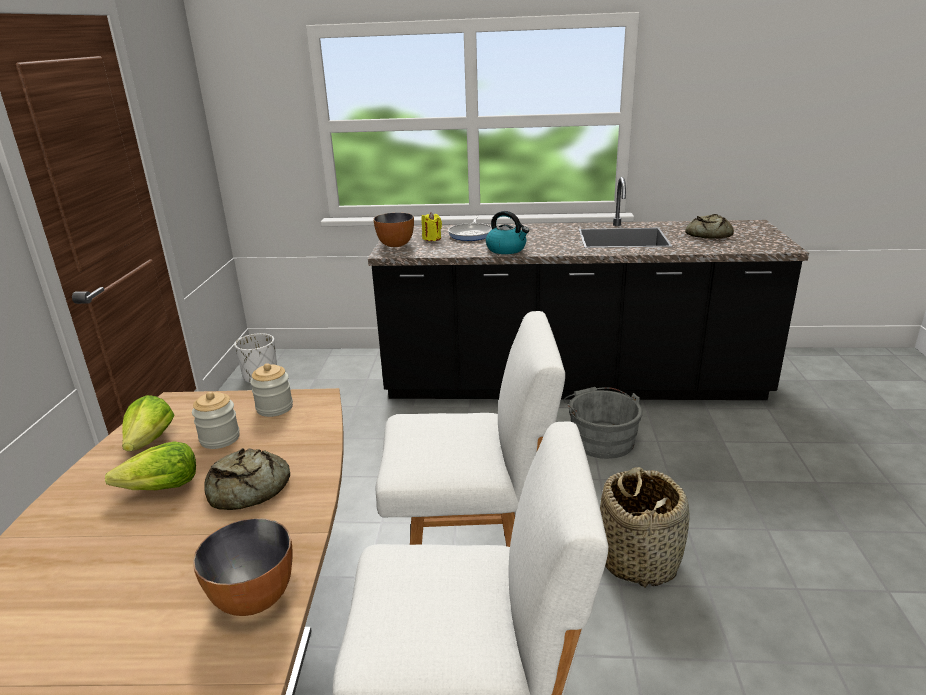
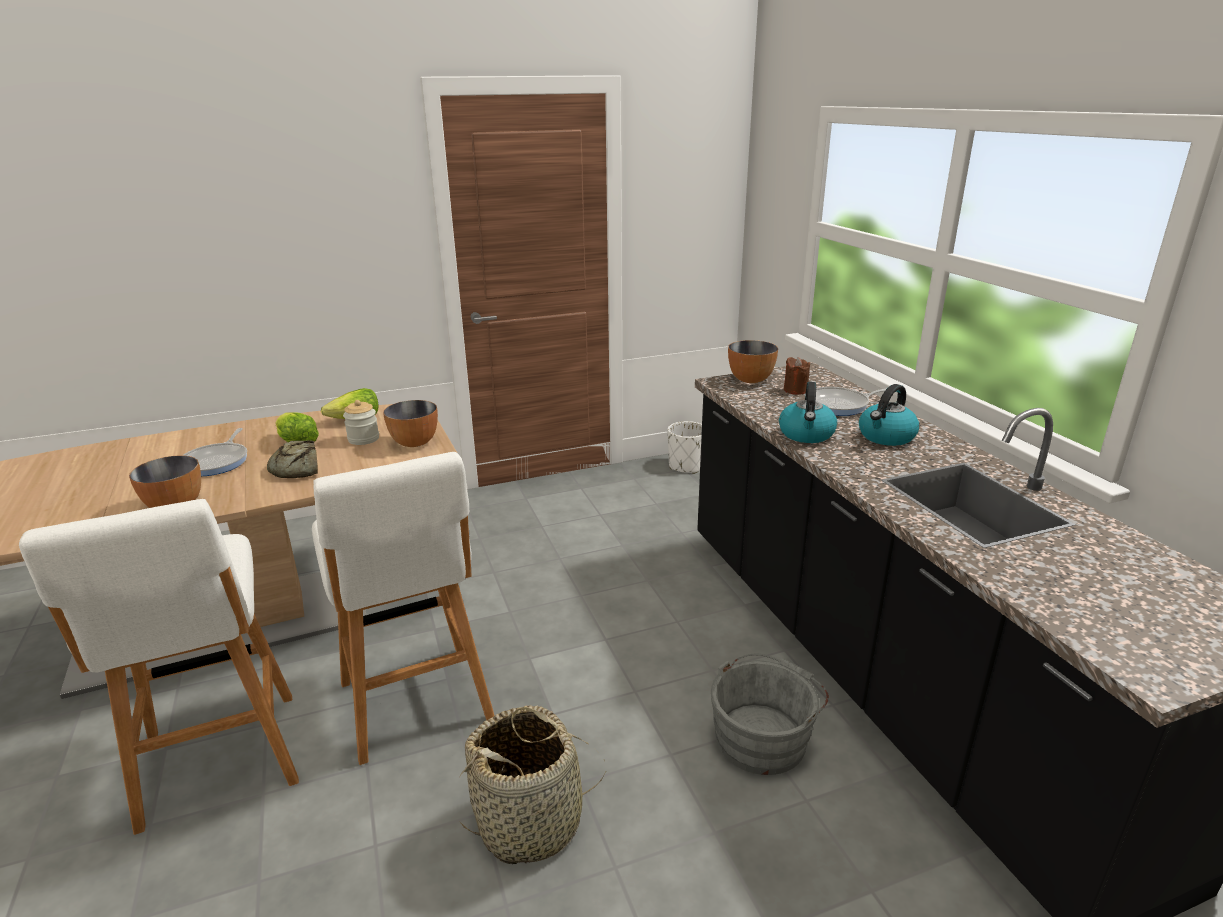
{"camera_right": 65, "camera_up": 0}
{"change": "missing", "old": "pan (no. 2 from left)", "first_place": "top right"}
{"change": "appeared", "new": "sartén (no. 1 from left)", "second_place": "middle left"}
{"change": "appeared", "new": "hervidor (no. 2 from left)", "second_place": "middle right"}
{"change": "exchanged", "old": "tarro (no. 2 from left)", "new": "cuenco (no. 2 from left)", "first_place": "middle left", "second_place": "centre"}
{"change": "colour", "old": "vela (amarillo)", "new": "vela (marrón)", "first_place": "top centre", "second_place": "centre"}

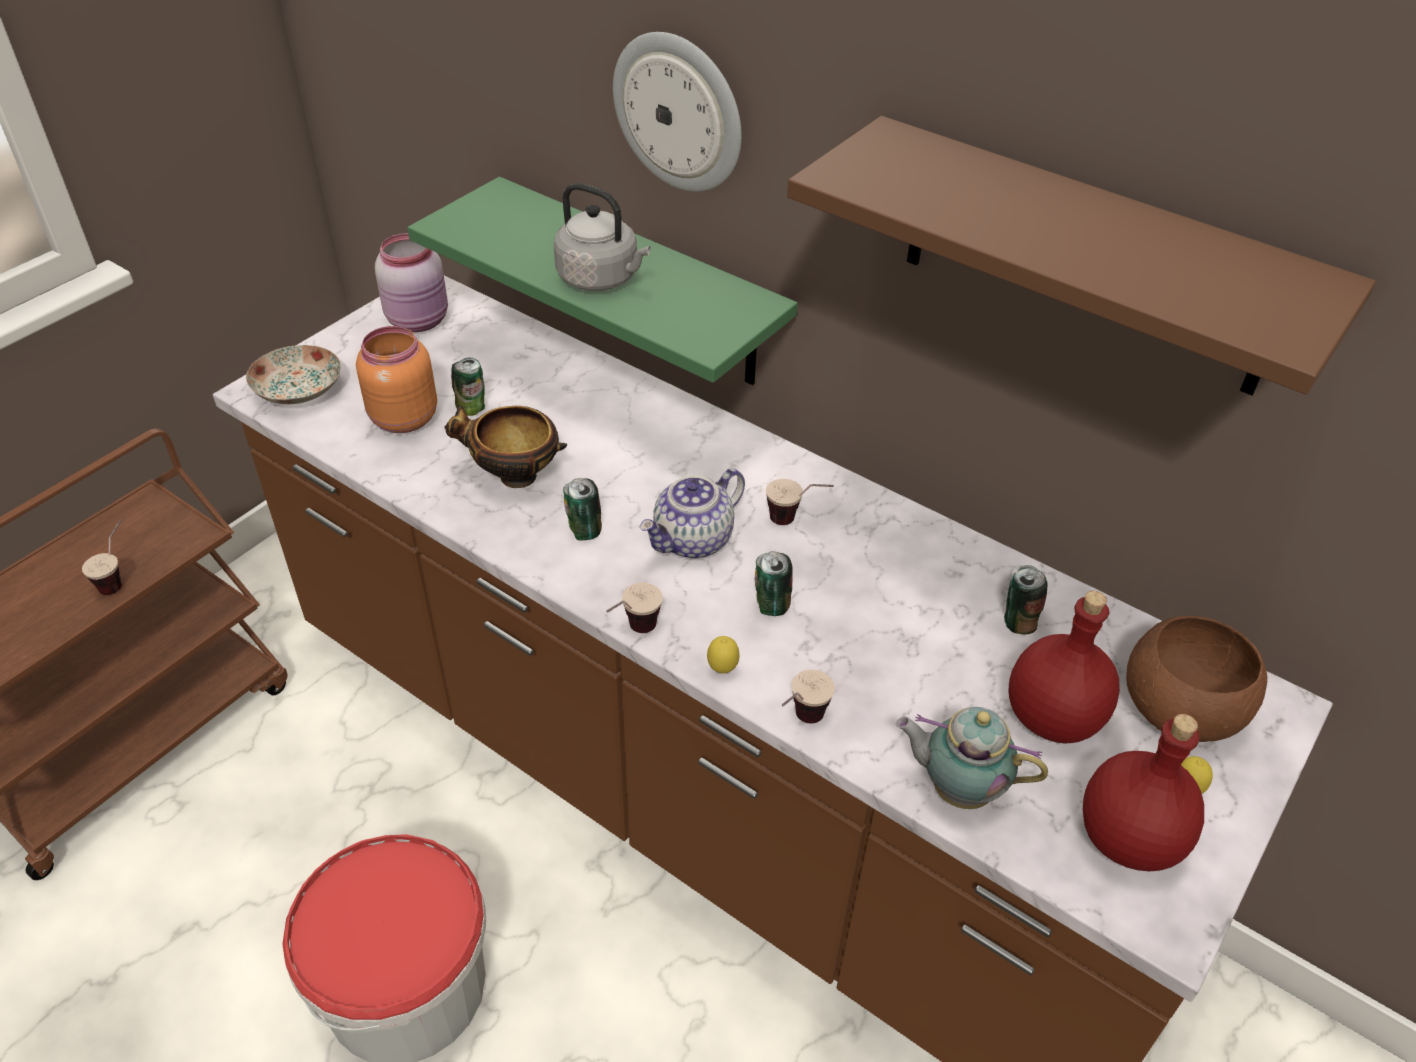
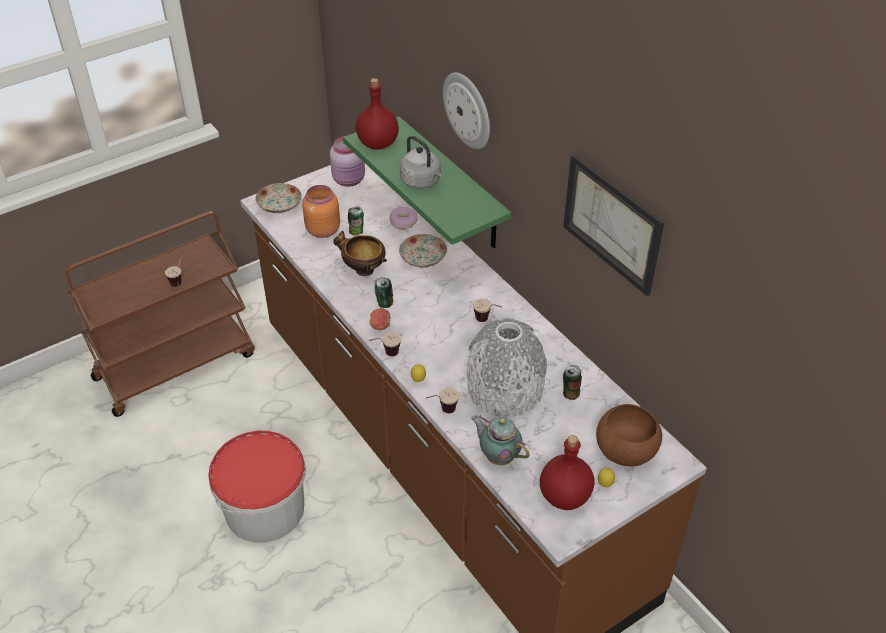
{"camera_right": 20, "camera_up": 0}
{"change": "missing", "old": "tetera (no. 1 from left)", "first_place": "centre"}
{"change": "missing", "old": "lata (no. 3 from left)", "first_place": "centre"}
{"change": "appeared", "new": "manzana", "second_place": "centre"}
{"change": "appeared", "new": "rosquilla", "second_place": "centre"}
{"change": "appeared", "new": "plato (no. 2 from left)", "second_place": "centre"}
{"change": "appeared", "new": "florero (gris)", "second_place": "centre"}
{"change": "relocated", "old": "botella (rojo) (no. 1 from left)", "first_place": "middle right", "second_place": "top centre"}
{"change": "exchanged", "old": "estante (marrón)", "new": "cuadro", "first_place": "top right", "second_place": "middle right"}

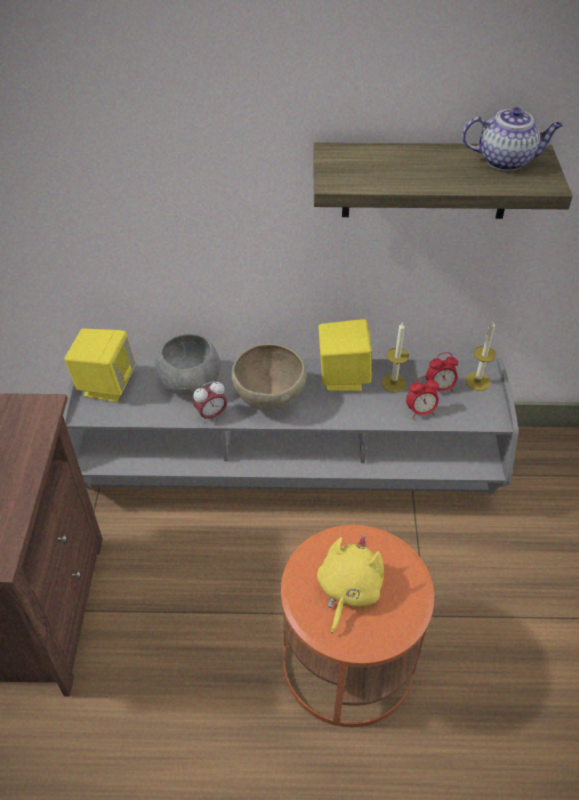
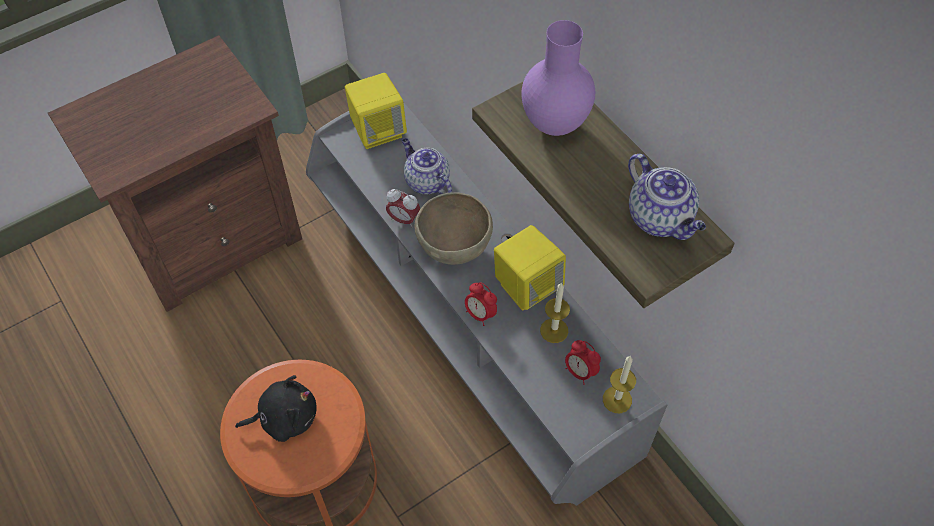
{"camera_right": 55, "camera_up": 10}
{"change": "appeared", "new": "florero (morado)", "second_place": "top centre"}
{"change": "relocated", "old": "despertador (no. 2 from left)", "first_place": "middle right", "second_place": "centre"}
{"change": "exchanged", "old": "cuenco (gris)", "new": "tetera (no. 1 from left)", "first_place": "middle left", "second_place": "top centre"}
{"change": "colour", "old": "peluche (amarillo)", "new": "peluche (negro)", "first_place": "bottom centre", "second_place": "bottom left"}

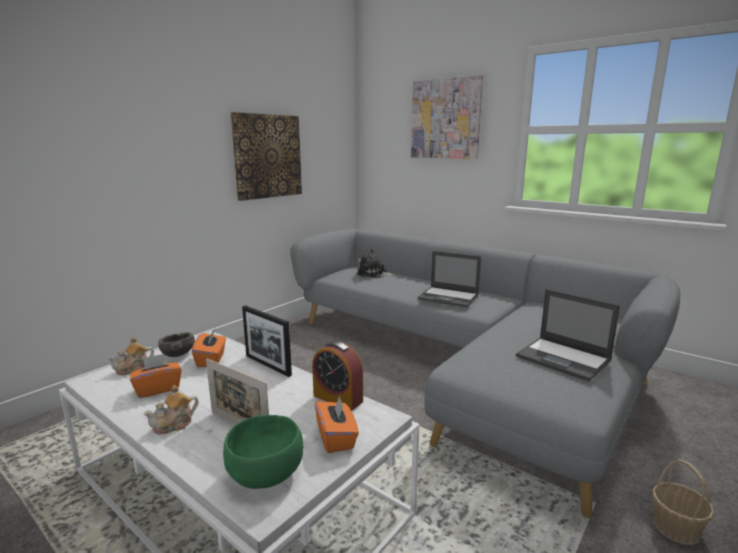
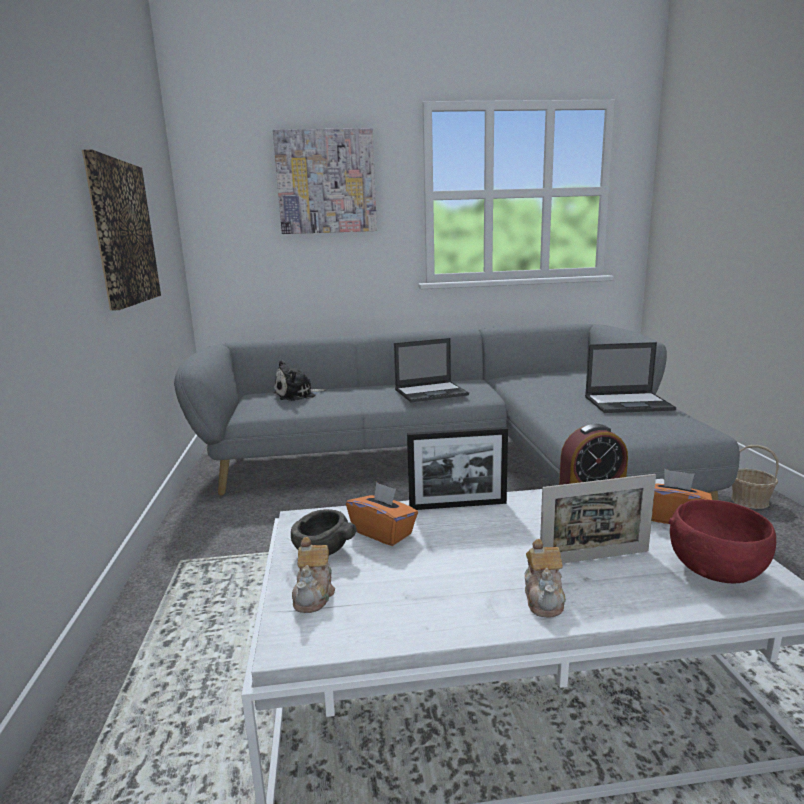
{"camera_right": -45, "camera_up": 0}
{"change": "missing", "old": "caja de pañuelos (naranja) (no. 1 from left)", "first_place": "bottom left"}
{"change": "colour", "old": "cuenco (verde)", "new": "cuenco (rojo)", "first_place": "bottom centre", "second_place": "bottom right"}

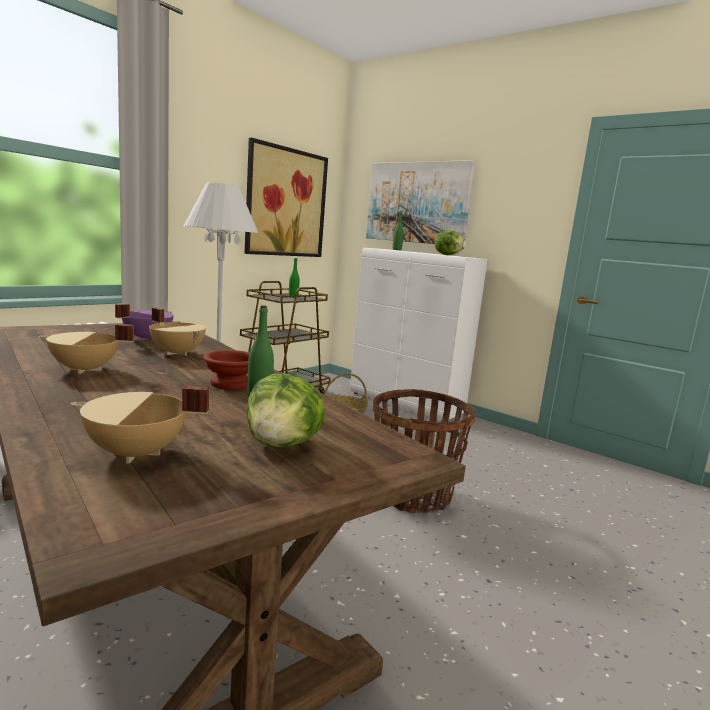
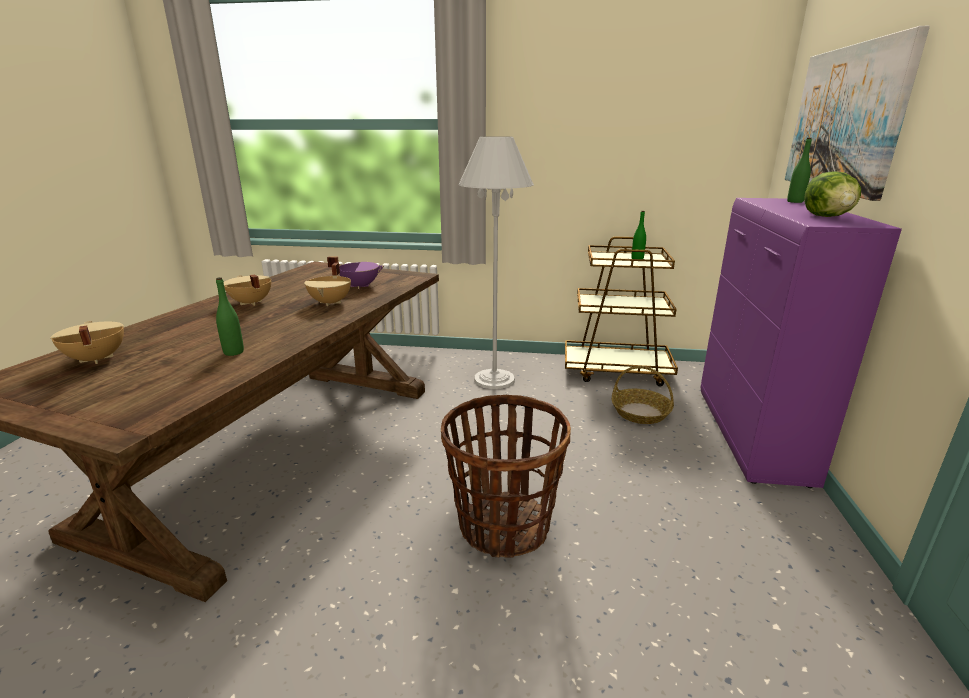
{"camera_right": 60, "camera_up": 10}
{"change": "missing", "old": "cuenco (marrón)", "first_place": "middle left"}
{"change": "missing", "old": "cuadro (no. 1 from left)", "first_place": "top centre"}
{"change": "missing", "old": "lechuga (no. 1 from left)", "first_place": "centre"}
{"change": "colour", "old": "armario (blanco)", "new": "armario (morado)", "first_place": "centre", "second_place": "middle right"}

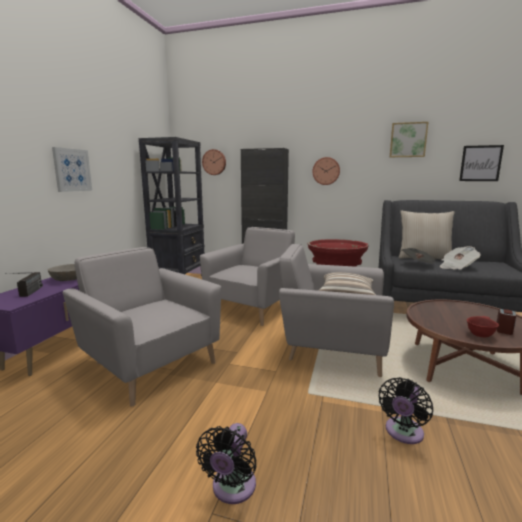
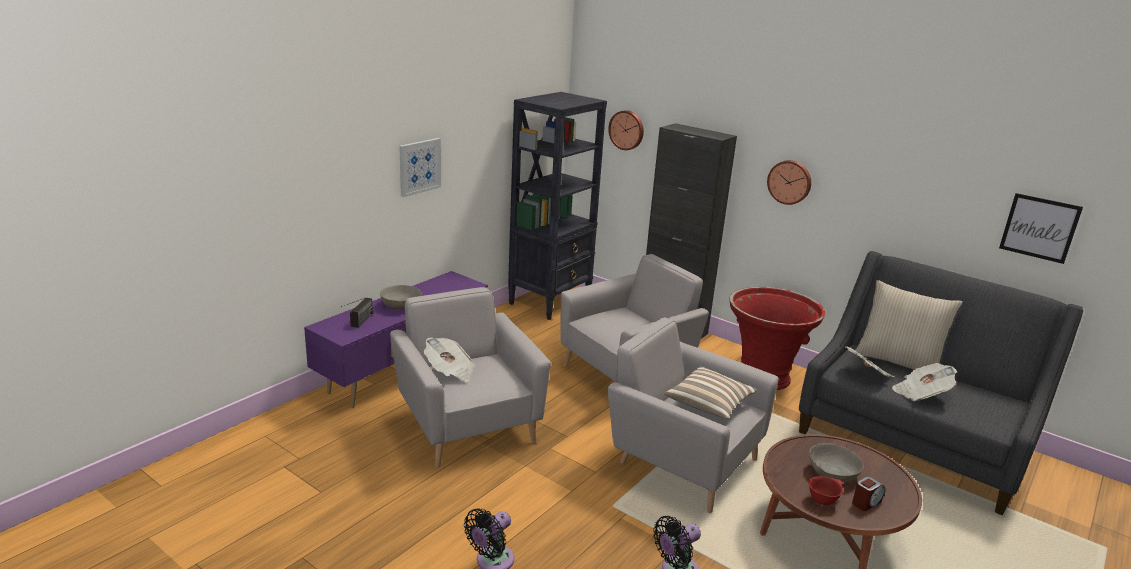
{"camera_right": 20, "camera_up": 10}
{"change": "missing", "old": "cuadro (no. 2 from left)", "first_place": "top right"}
{"change": "appeared", "new": "periódico (no. 1 from left)", "second_place": "centre"}
{"change": "appeared", "new": "cuenco (gris) (no. 2 from left)", "second_place": "bottom right"}

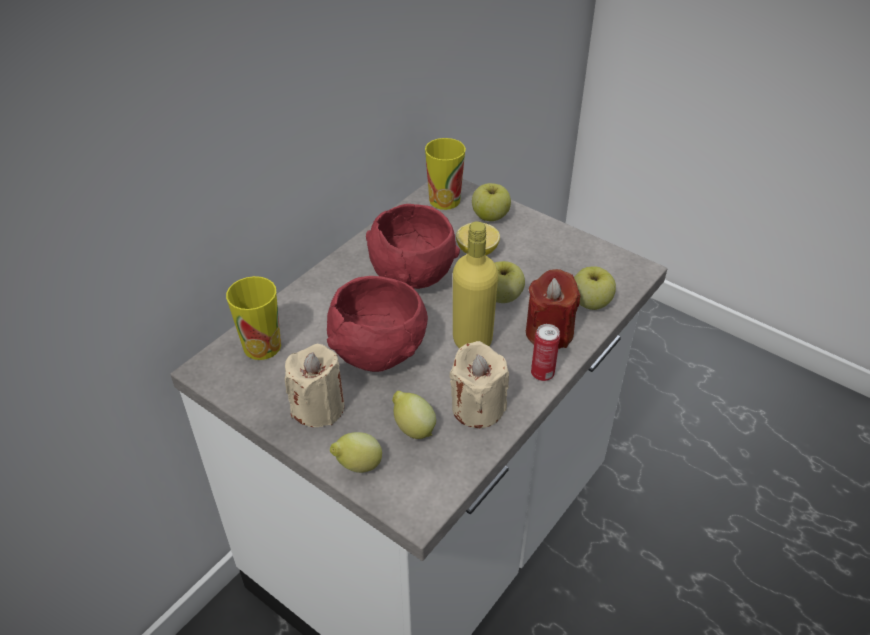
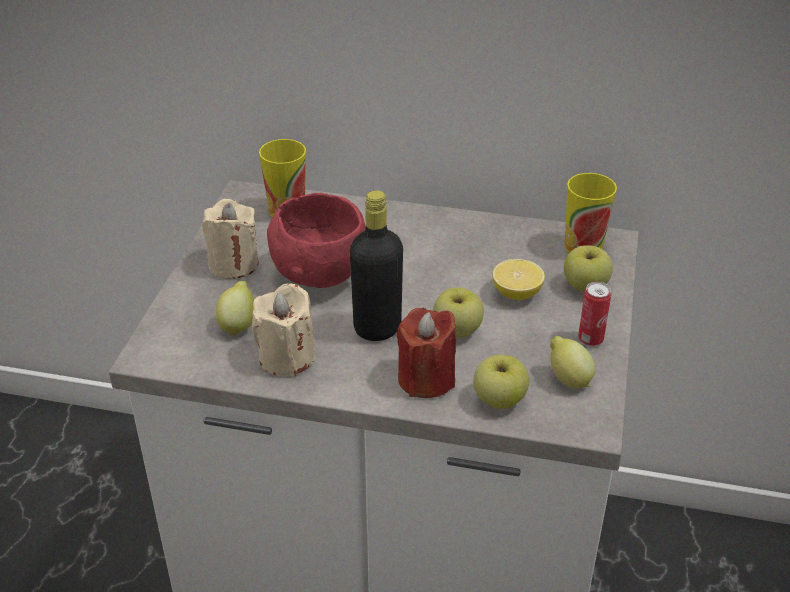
{"camera_right": 65, "camera_up": -5}
{"change": "missing", "old": "cuenco (rojo) (no. 2 from left)", "first_place": "centre"}
{"change": "relocated", "old": "limón (no. 1 from left in the first image)", "new": "limón (no. 3 from left)", "first_place": "bottom centre", "second_place": "middle right"}
{"change": "relocated", "old": "lata", "first_place": "centre", "second_place": "middle right"}
{"change": "colour", "old": "botella (amarillo)", "new": "botella (negro)", "first_place": "centre", "second_place": "centre"}

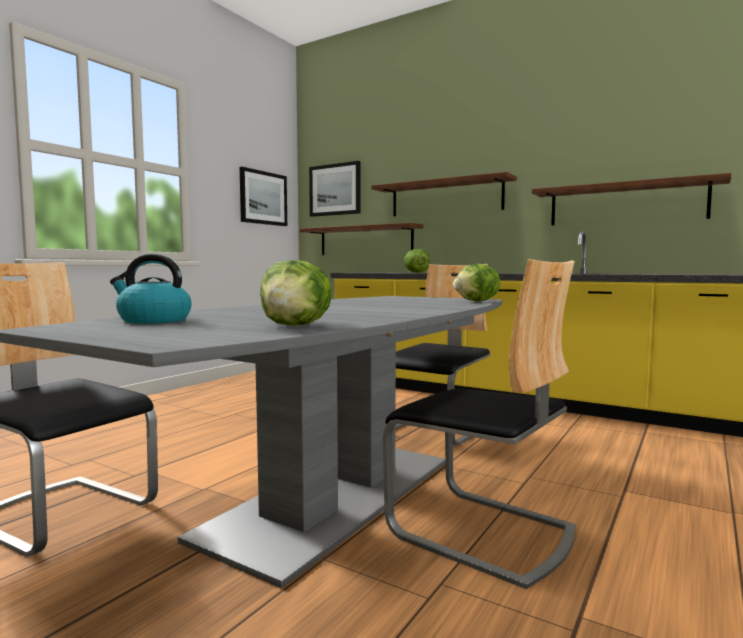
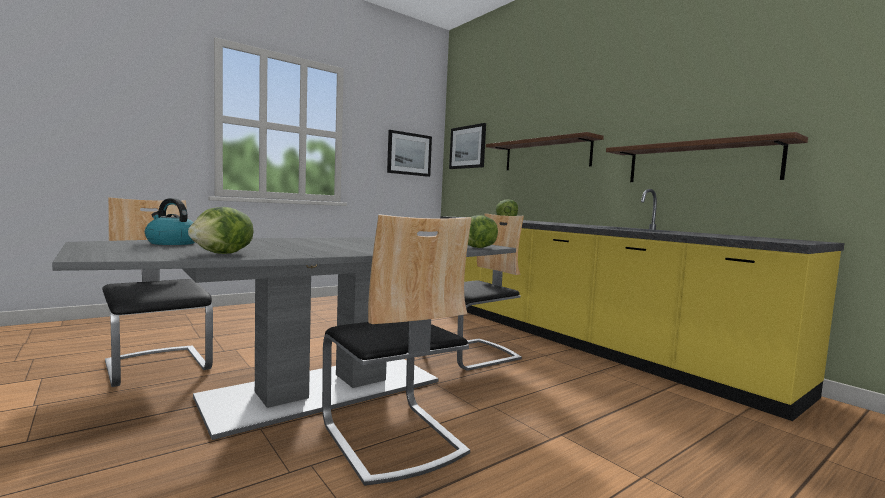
{"camera_right": 20, "camera_up": 0}
{"change": "missing", "old": "estante (no. 1 from left)", "first_place": "centre"}

